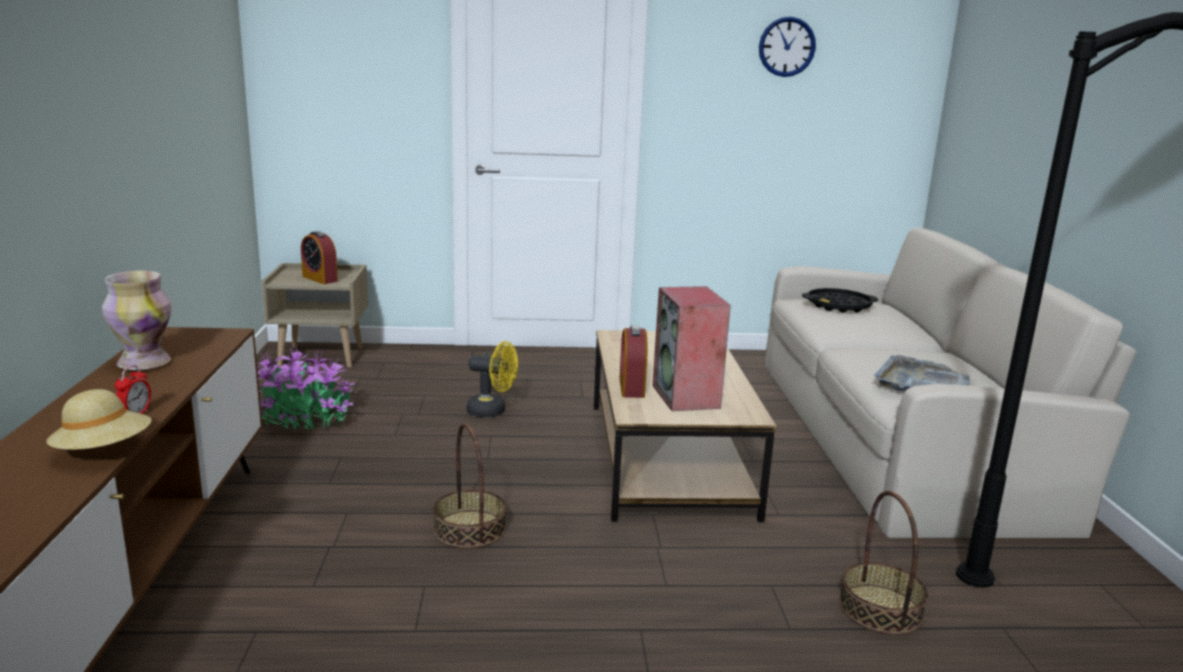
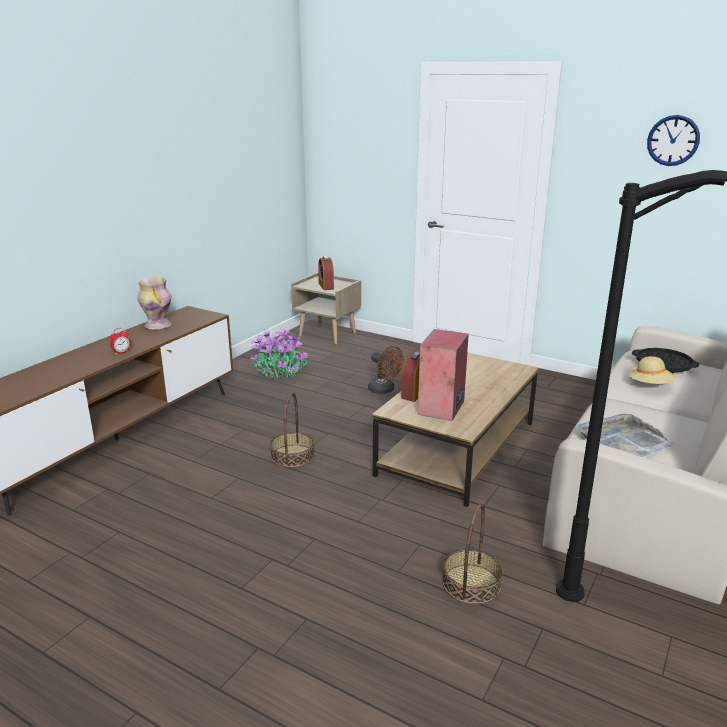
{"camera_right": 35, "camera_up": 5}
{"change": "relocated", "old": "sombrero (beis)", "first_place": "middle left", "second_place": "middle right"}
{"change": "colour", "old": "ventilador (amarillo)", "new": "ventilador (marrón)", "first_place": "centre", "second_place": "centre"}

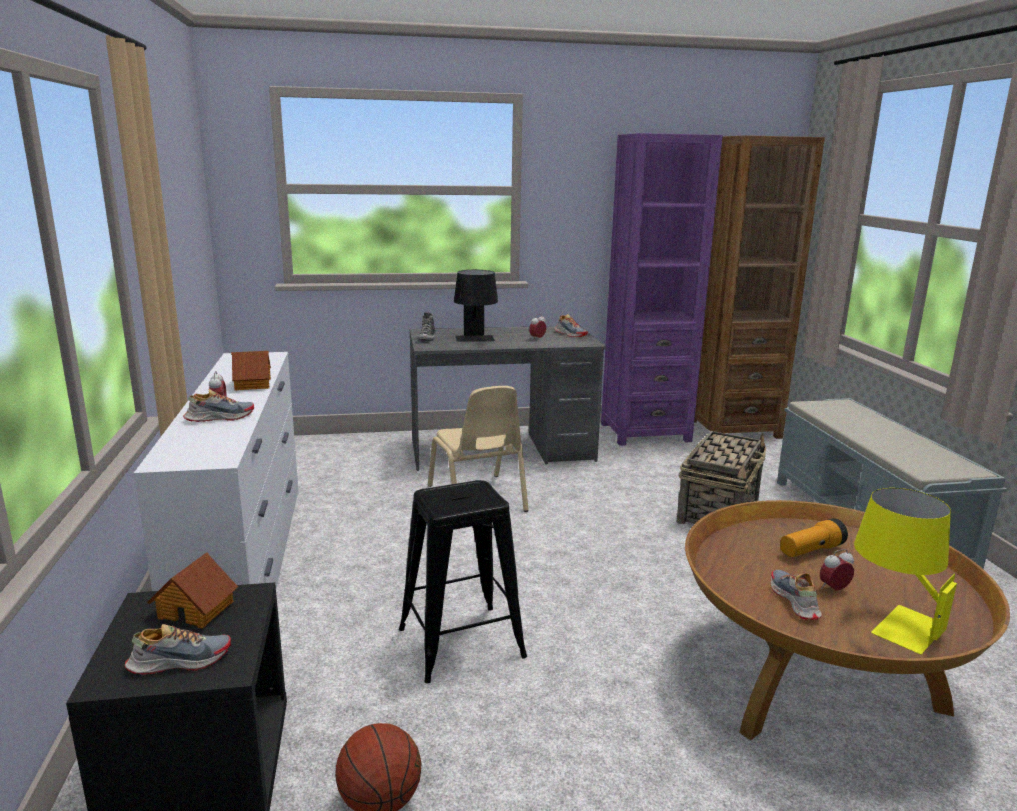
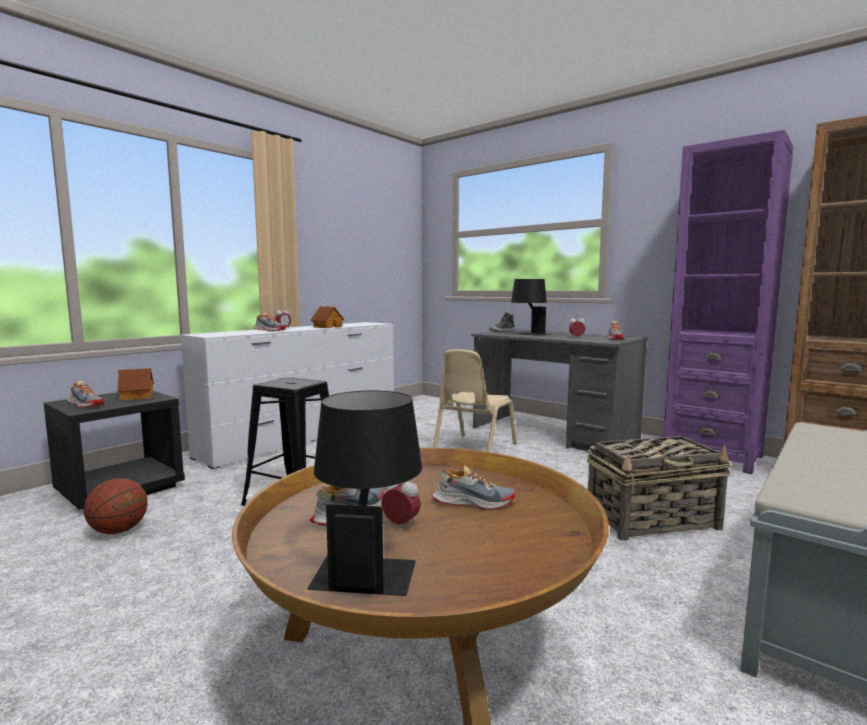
{"camera_right": 50, "camera_up": -10}
{"change": "exchanged", "old": "linterna", "new": "zapato (no. 4 from left)", "first_place": "middle right", "second_place": "bottom centre"}
{"change": "colour", "old": "lámpara de mesa (amarillo)", "new": "lámpara de mesa (negro) (no. 1 from left)", "first_place": "bottom right", "second_place": "bottom centre"}

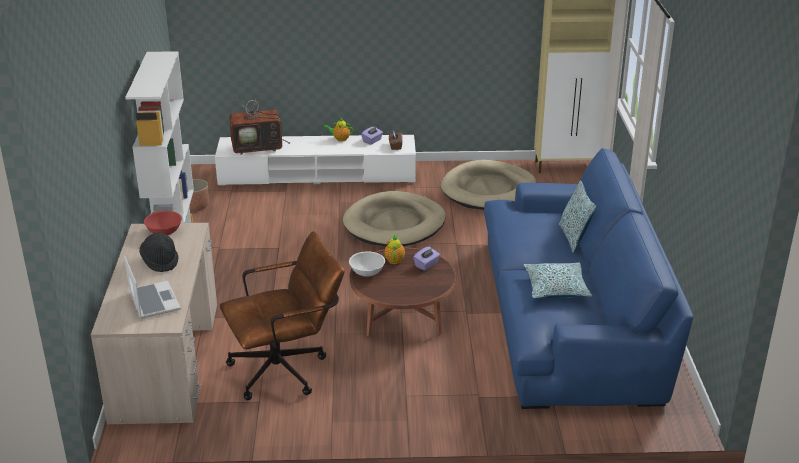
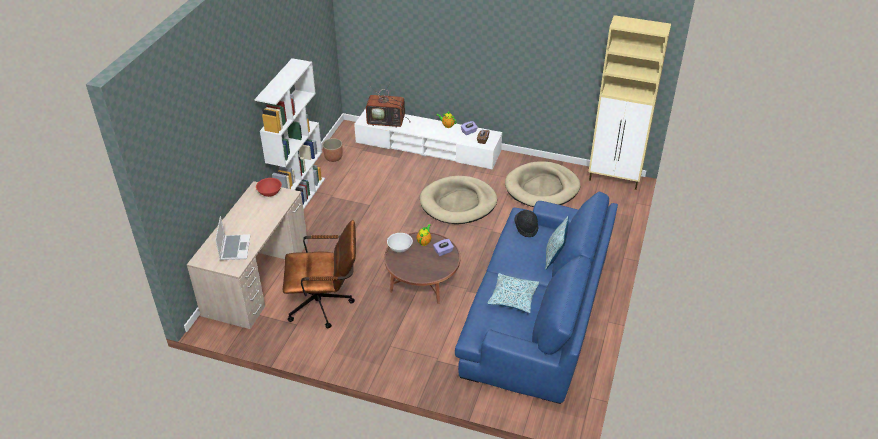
{"camera_right": 20, "camera_up": 10}
{"change": "relocated", "old": "sombrero (negro)", "first_place": "middle left", "second_place": "centre"}

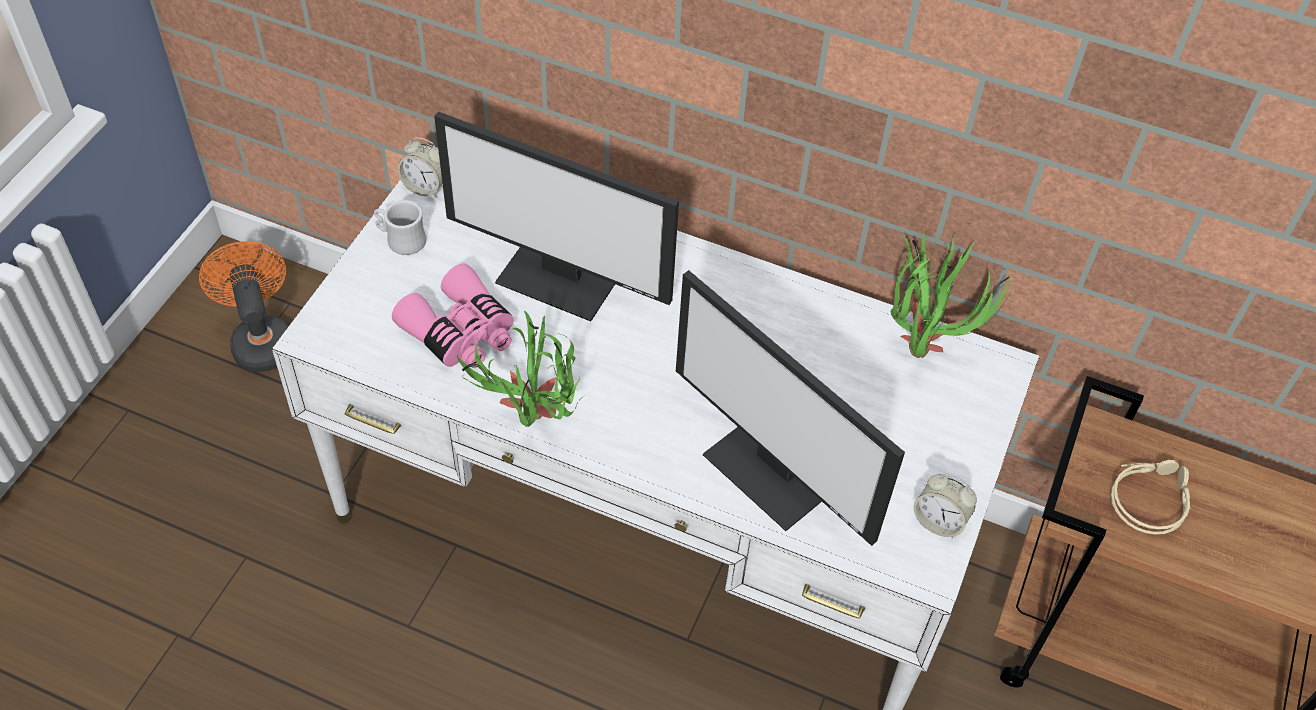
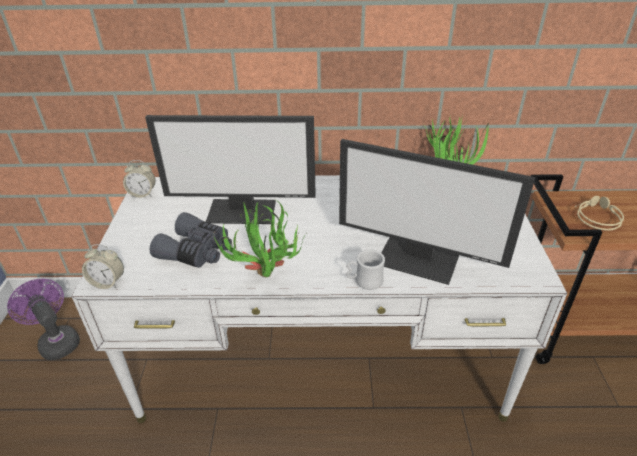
{"camera_right": -20, "camera_up": -15}
{"change": "relocated", "old": "taza grande (blanco)", "first_place": "top left", "second_place": "centre"}
{"change": "relocated", "old": "despertador (no. 2 from left in the first image)", "new": "despertador (no. 1 from left)", "first_place": "bottom right", "second_place": "middle left"}
{"change": "colour", "old": "ventilador (naranja)", "new": "ventilador (morado)", "first_place": "middle left", "second_place": "bottom left"}
{"change": "colour", "old": "prismáticos (rosa)", "new": "prismáticos (gris)", "first_place": "centre", "second_place": "middle left"}

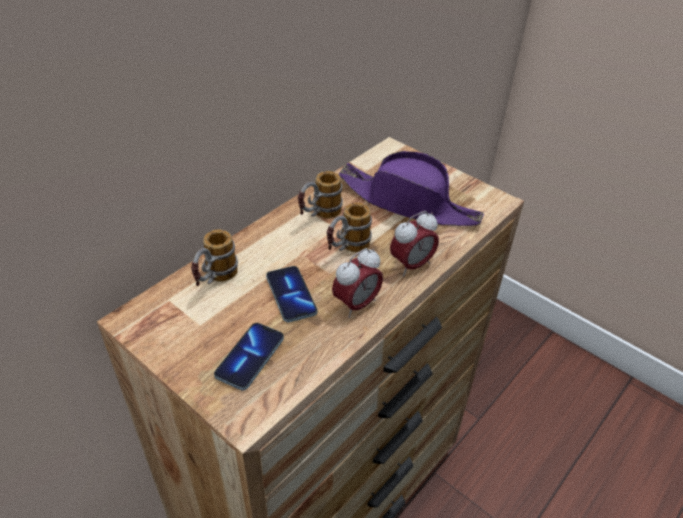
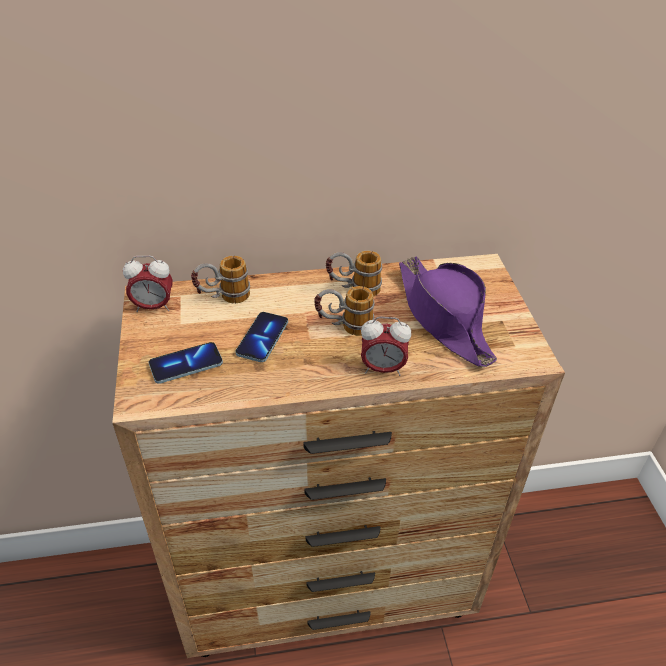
{"camera_right": 40, "camera_up": 0}
{"change": "relocated", "old": "despertador (no. 1 from left)", "first_place": "centre", "second_place": "middle left"}

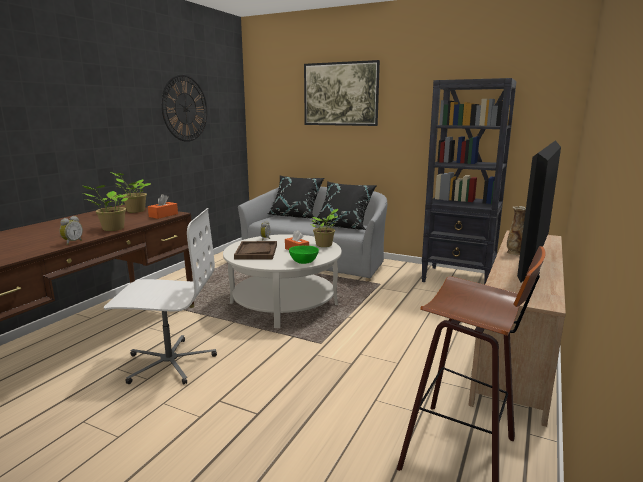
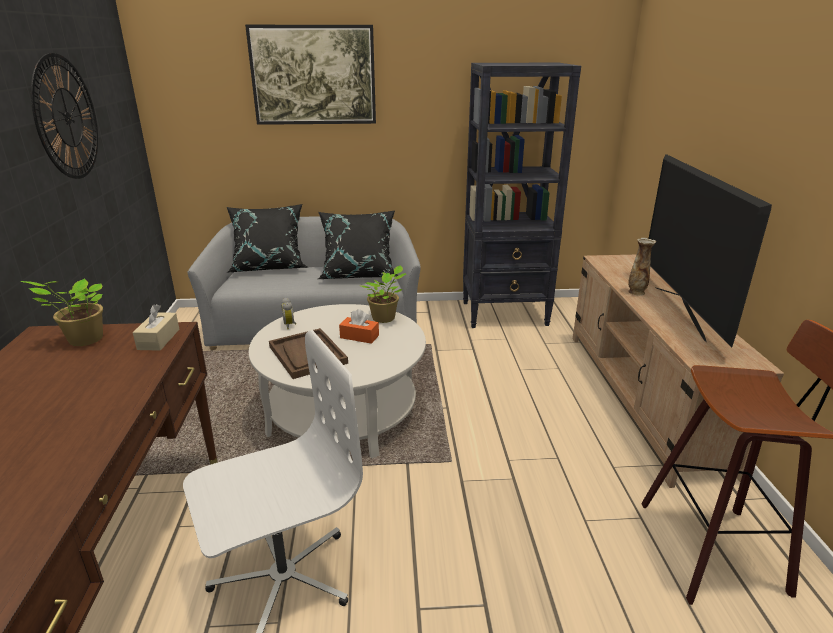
{"camera_right": -30, "camera_up": 10}
{"change": "missing", "old": "despertador (no. 1 from left)", "first_place": "middle left"}
{"change": "missing", "old": "planta en maceta (no. 1 from left)", "first_place": "middle left"}
{"change": "missing", "old": "cuenco (verde)", "first_place": "centre"}
{"change": "colour", "old": "caja de pañuelos (naranja) (no. 1 from left)", "new": "caja de pañuelos (beis)", "first_place": "middle left", "second_place": "middle left"}

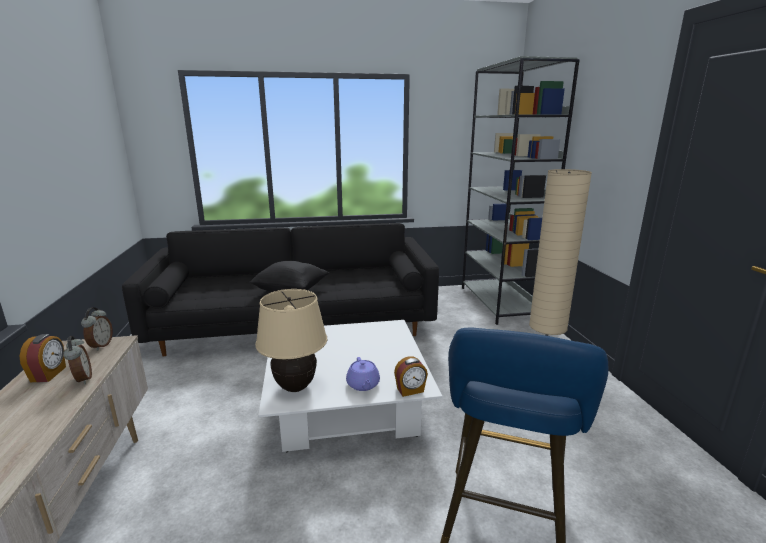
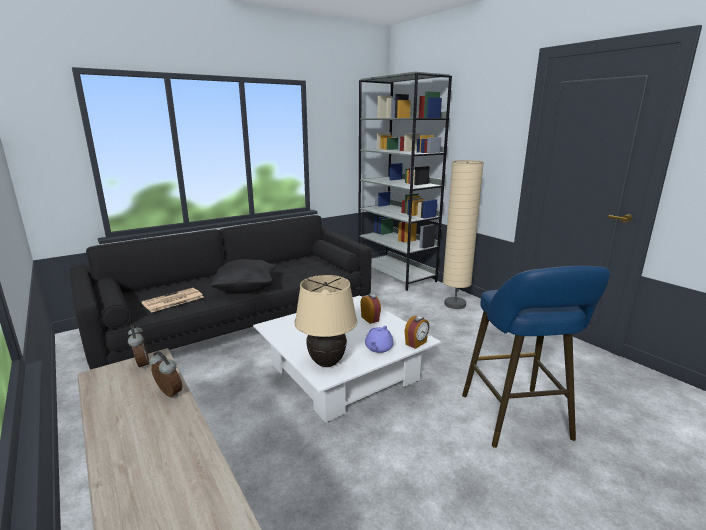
{"camera_right": -25, "camera_up": 0}
{"change": "appeared", "new": "periódico", "second_place": "middle left"}
{"change": "relocated", "old": "despertador (no. 1 from left in the first image)", "new": "despertador (no. 3 from left)", "first_place": "middle left", "second_place": "centre"}
{"change": "spun", "old": "tetera (morado)", "first_place": "bottom centre", "second_place": "centre", "degrees": 60}

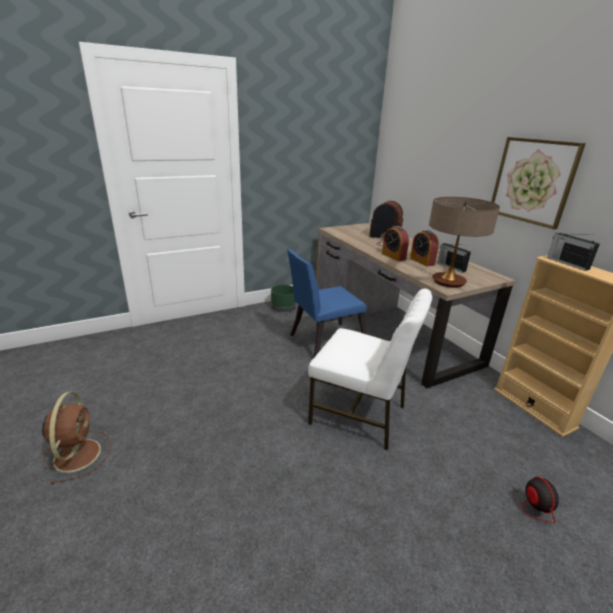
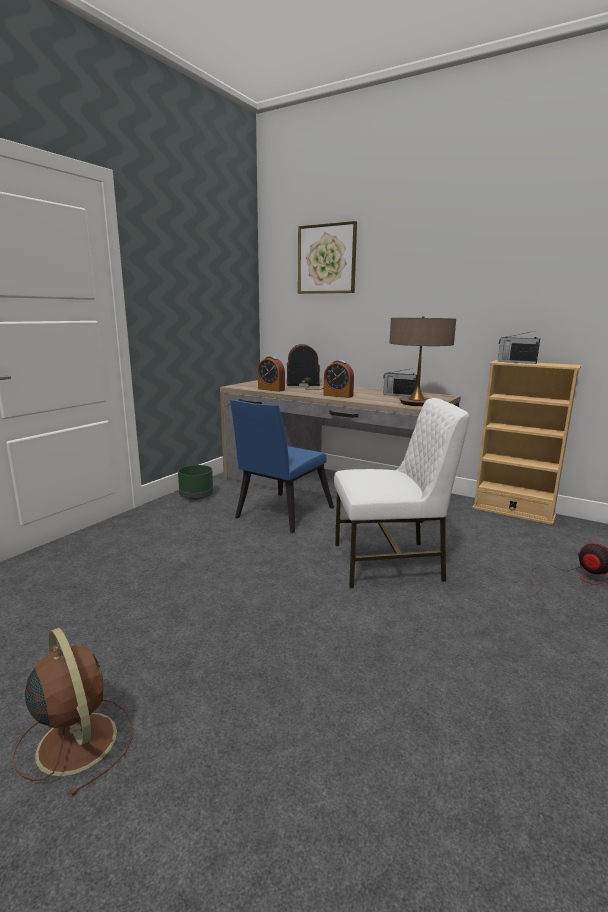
{"camera_right": -30, "camera_up": -10}
{"change": "relocated", "old": "despertador (no. 2 from left in the first image)", "new": "despertador (no. 1 from left)", "first_place": "middle right", "second_place": "centre"}
{"change": "relocated", "old": "cuadro", "first_place": "top right", "second_place": "top centre"}

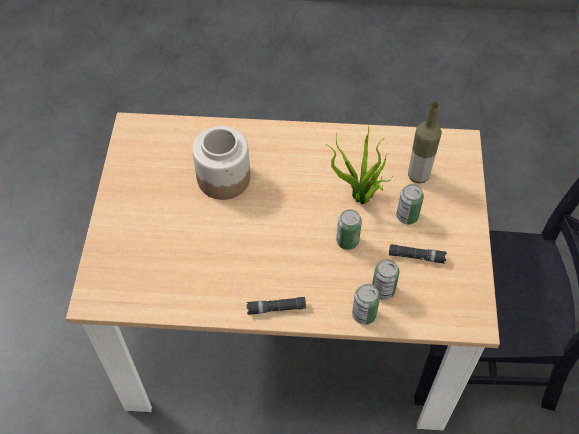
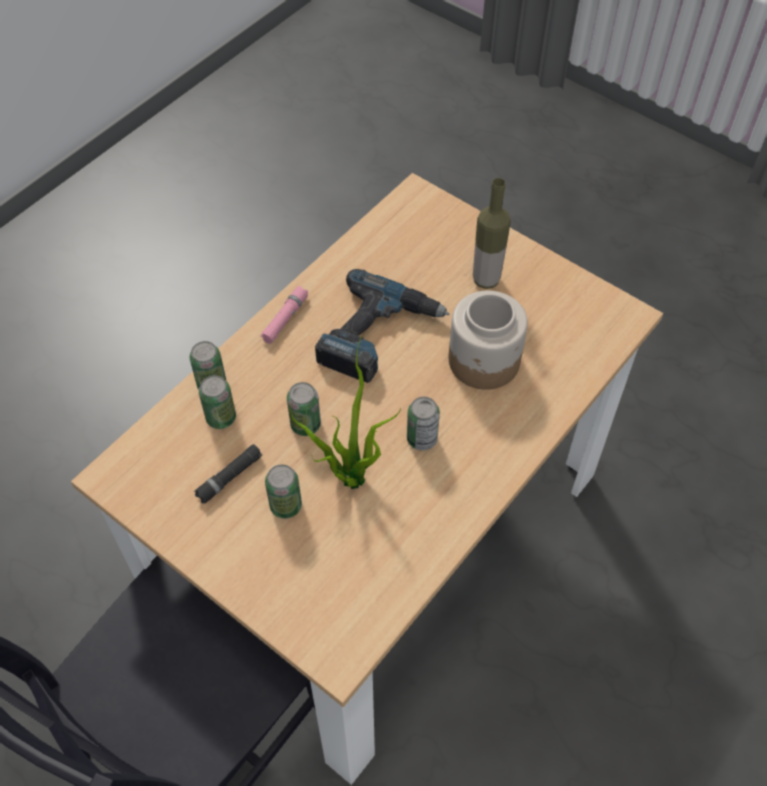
{"camera_right": 125, "camera_up": 0}
{"change": "appeared", "new": "taladro", "second_place": "centre"}
{"change": "appeared", "new": "lata (no. 5 from left)", "second_place": "centre"}
{"change": "relocated", "old": "botella", "first_place": "top right", "second_place": "top centre"}
{"change": "colour", "old": "linterna (negro) (no. 1 from left)", "new": "linterna (rosa)", "first_place": "bottom centre", "second_place": "centre"}

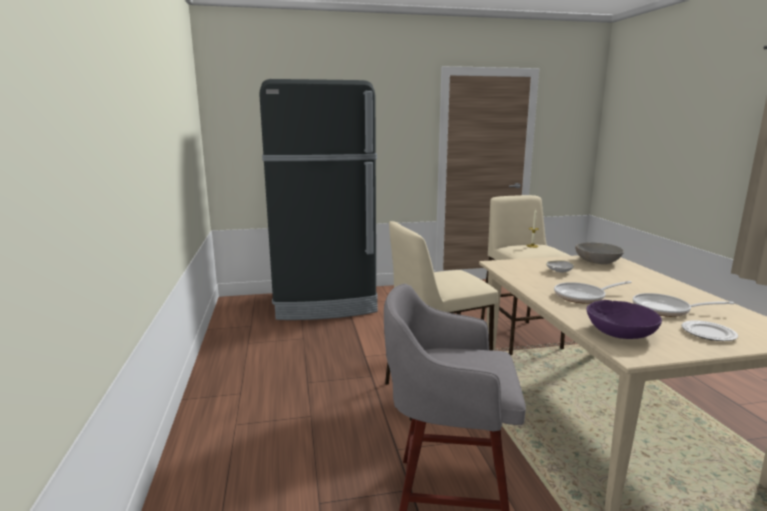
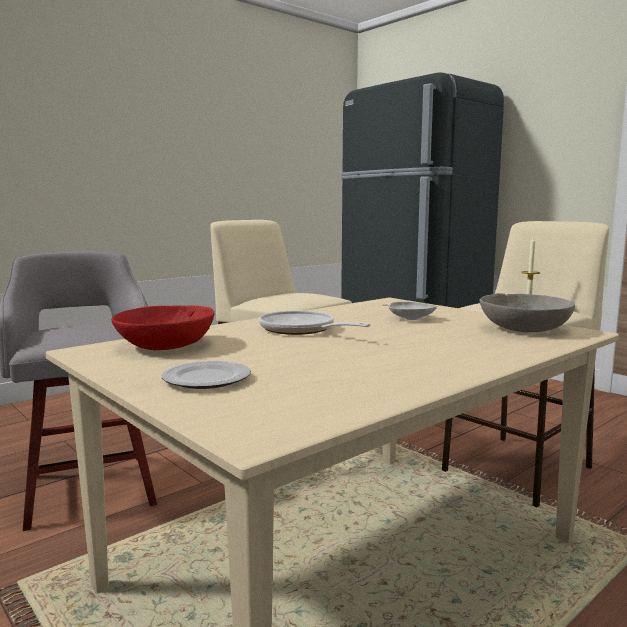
{"camera_right": 60, "camera_up": -5}
{"change": "missing", "old": "sartén (no. 2 from left)", "first_place": "middle right"}
{"change": "colour", "old": "cuenco (morado)", "new": "cuenco (rojo)", "first_place": "middle right", "second_place": "middle left"}

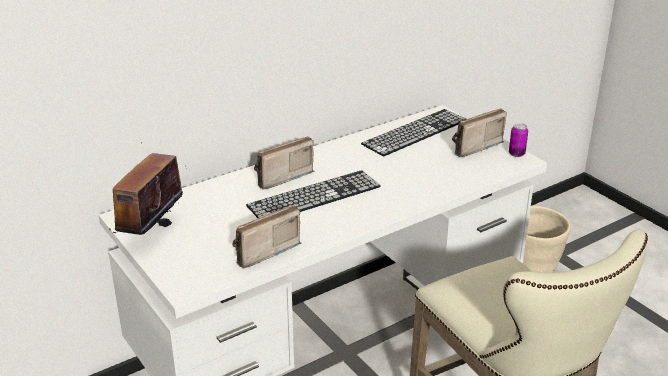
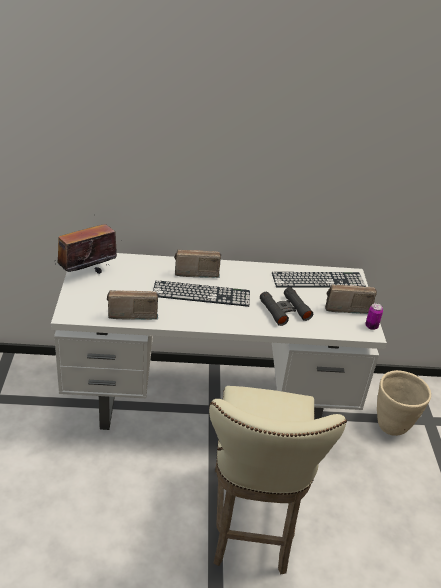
{"camera_right": 30, "camera_up": 5}
{"change": "appeared", "new": "prismáticos (negro)", "second_place": "centre"}

